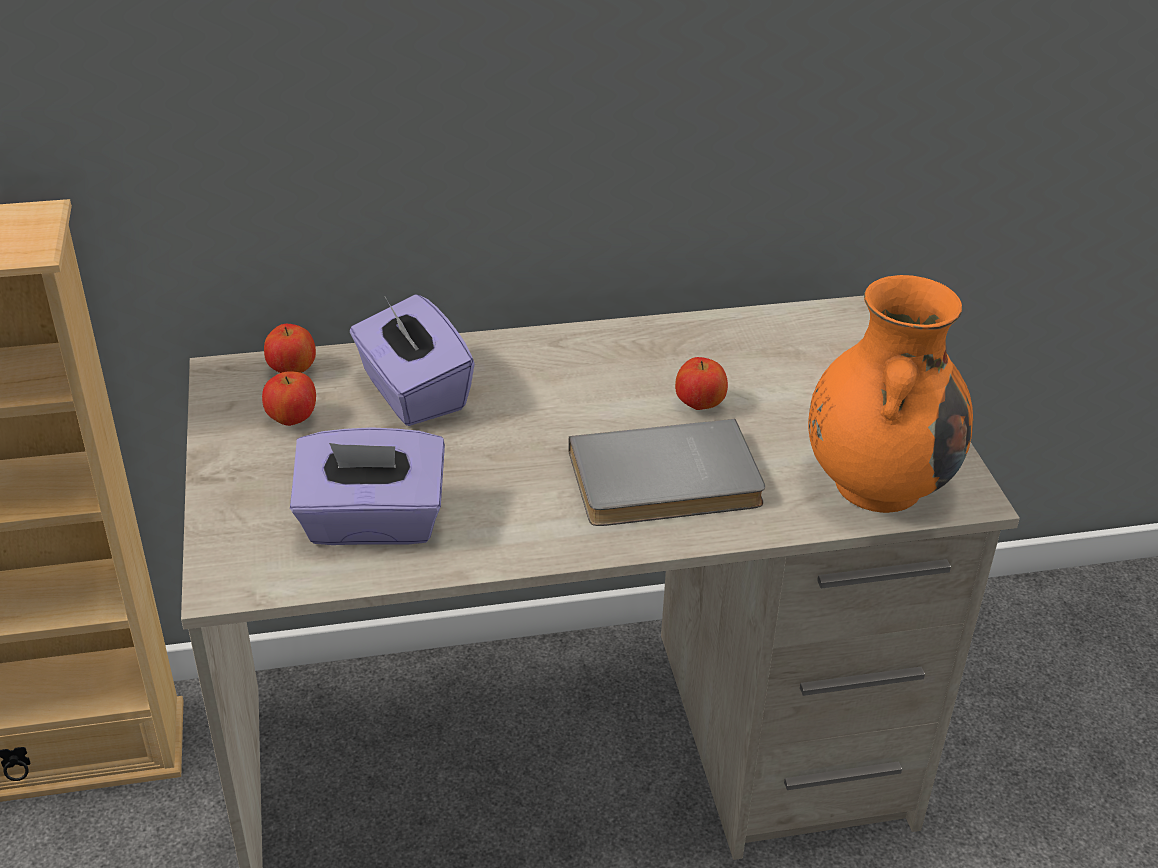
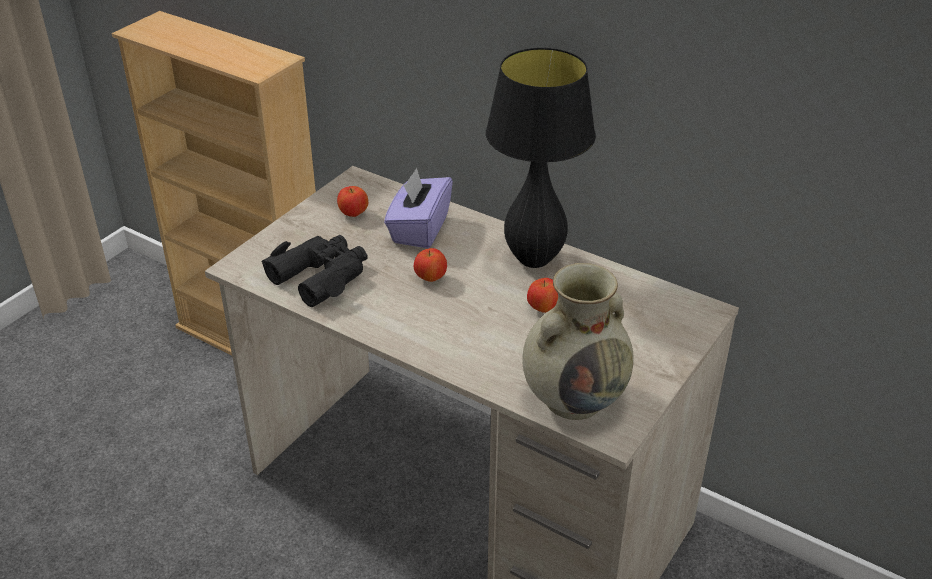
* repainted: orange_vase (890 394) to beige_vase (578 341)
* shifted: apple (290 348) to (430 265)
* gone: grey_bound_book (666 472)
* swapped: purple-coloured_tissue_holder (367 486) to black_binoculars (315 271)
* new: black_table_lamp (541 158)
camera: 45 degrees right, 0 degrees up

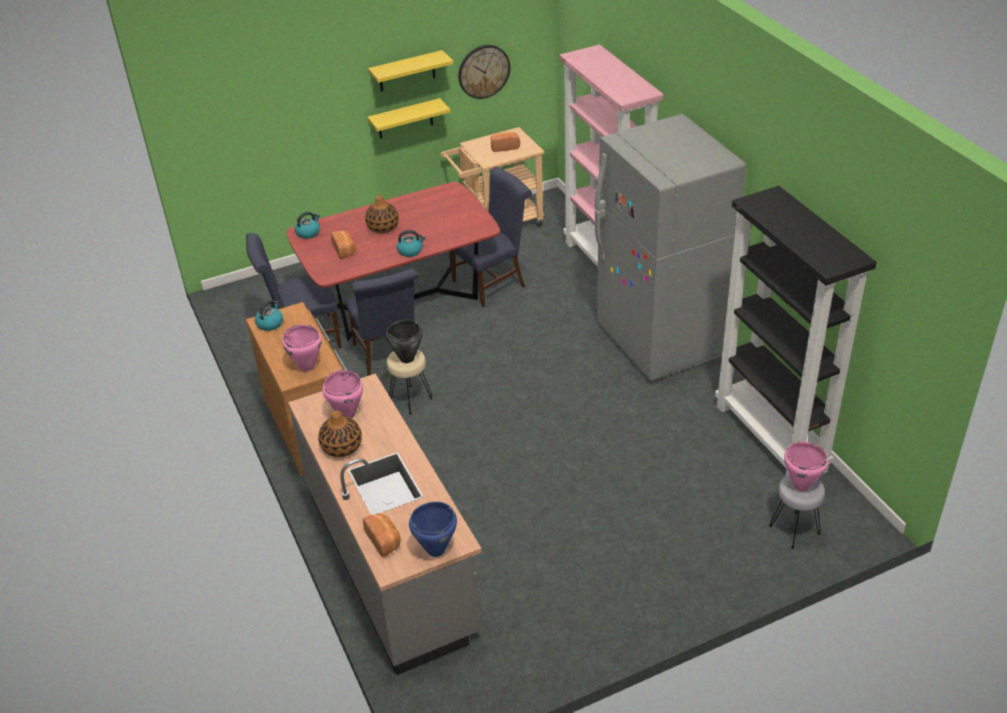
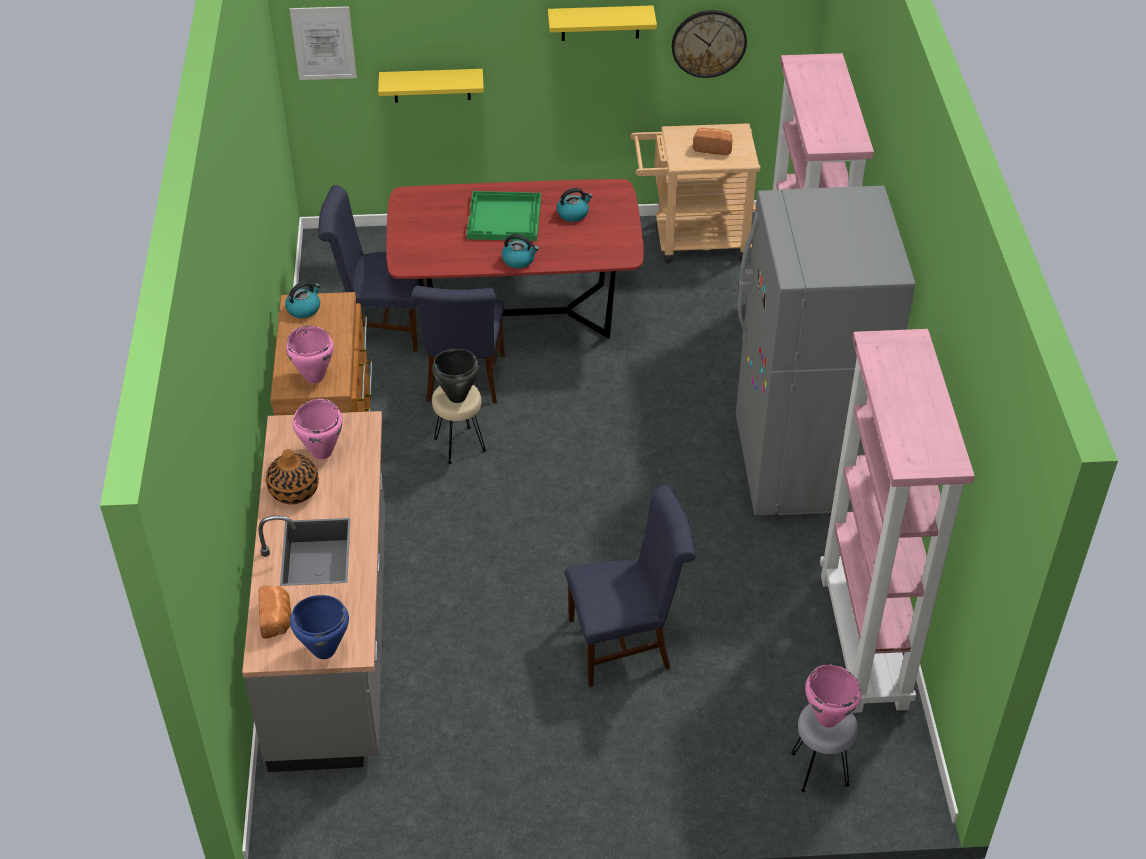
* shifted: yellowish_shelf (409 118) to (431 86)
* shifted: blue_upright_chair (490 237) to (630 585)
* repainted: black_bookshelf (796 331) to pinkish_bookshelf (897 521)
* swapped: vase (382 214) to green-coloured_carrying_tray (504 216)
* shifted: water_kettle (307 225) to (574 205)
* gone: baked_bread (343 244)
* new: wall_picture (323 43)
camera: 20 degrees right, 5 degrees up

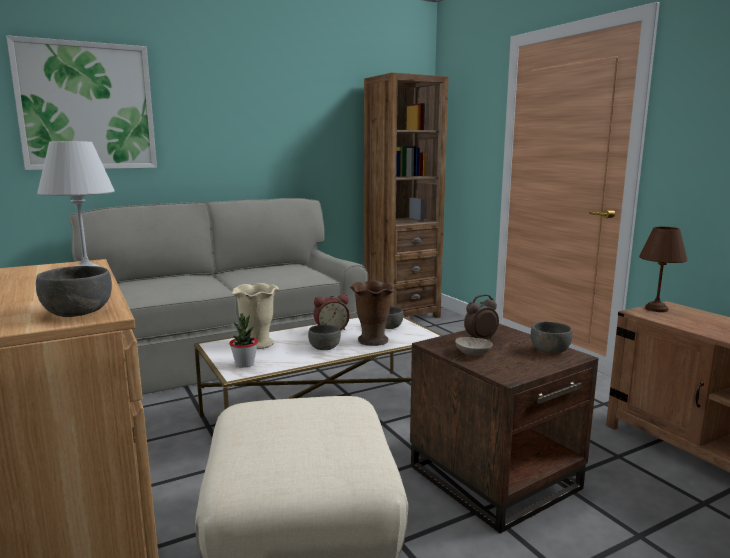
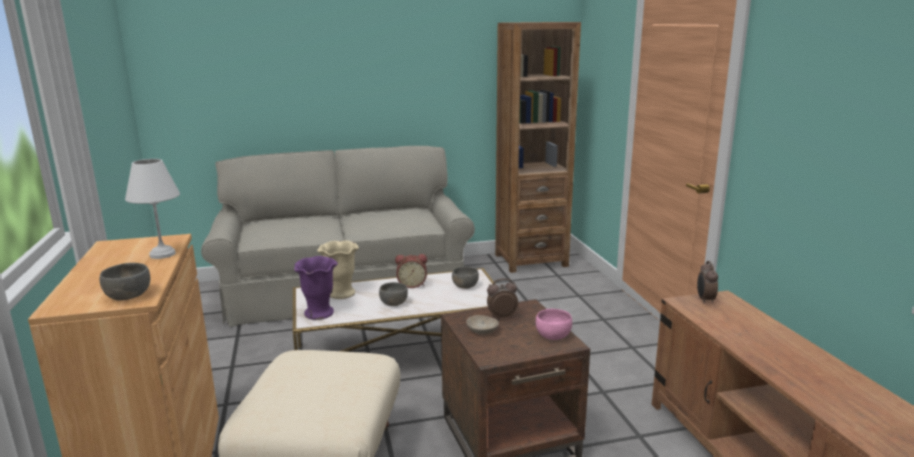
* gone: wall_picture (81 102)
* swapped: brown_table_lamp (663 269) to table_clock (707 282)
* gone: brown_vase (373 313)
* swapped: plant_in_a_pot (243 340) to purple-coloured_vase (316 288)
* repainted: grey_deep_dish (551 338) to pinkish_deep_dish (554 324)
camera: 15 degrees right, 5 degrees up

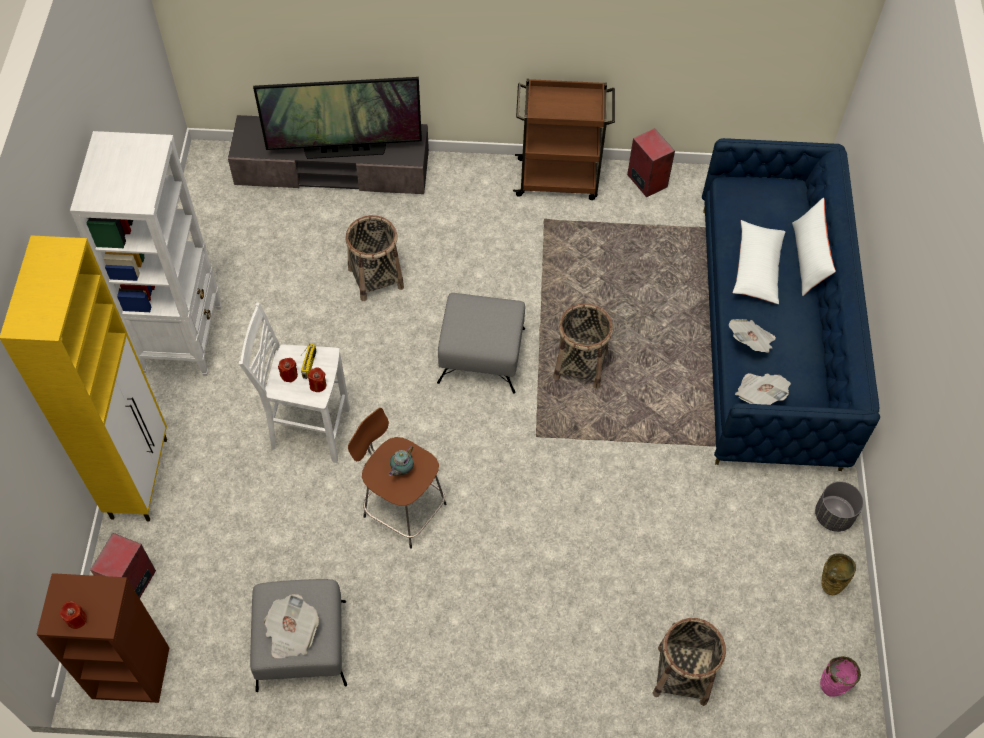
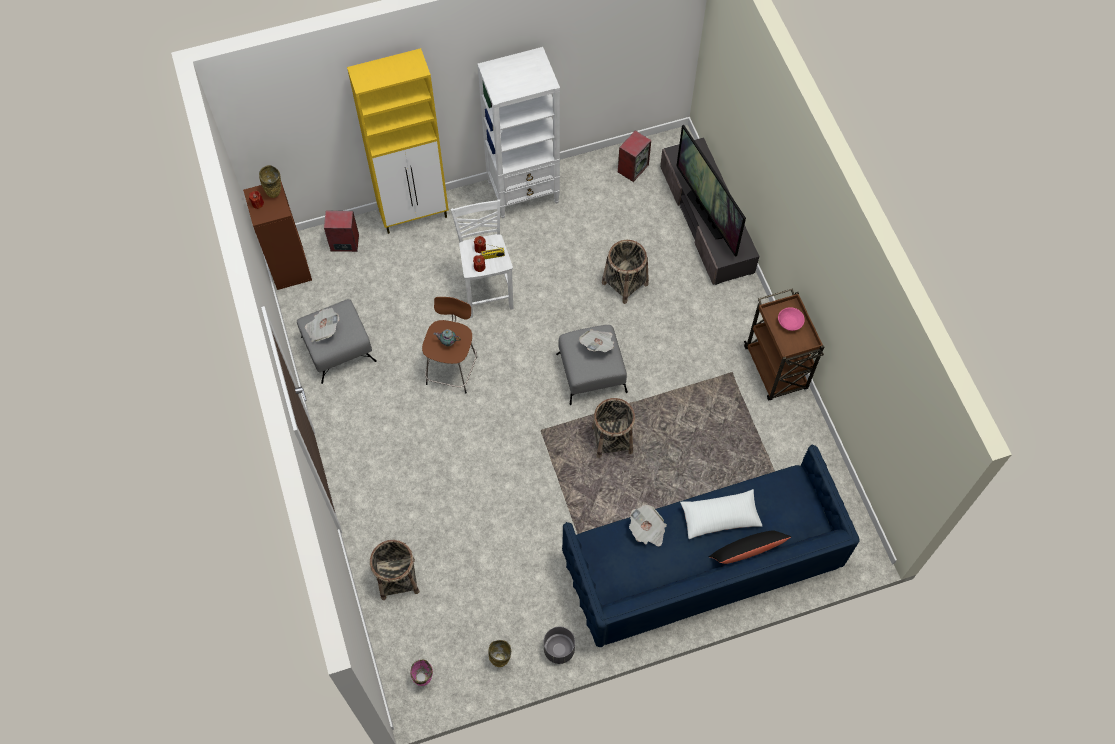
* shifted: speaker (651 162) to (634 156)
* repainted: white-coloured_cushion (814 246) to black_cushion (750 547)
* shifted: newspaper (763 389) to (596 340)
* new: beige_vase (270 181)
* new: pinkish_deep_dish (791 319)
camera: 70 degrees right, 5 degrees up

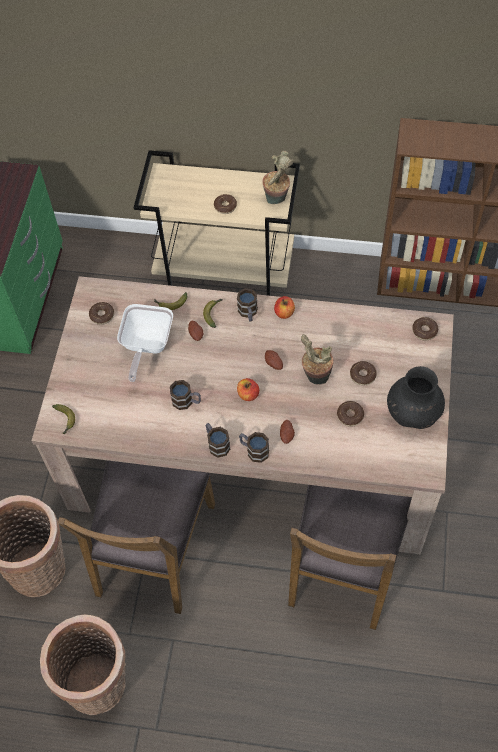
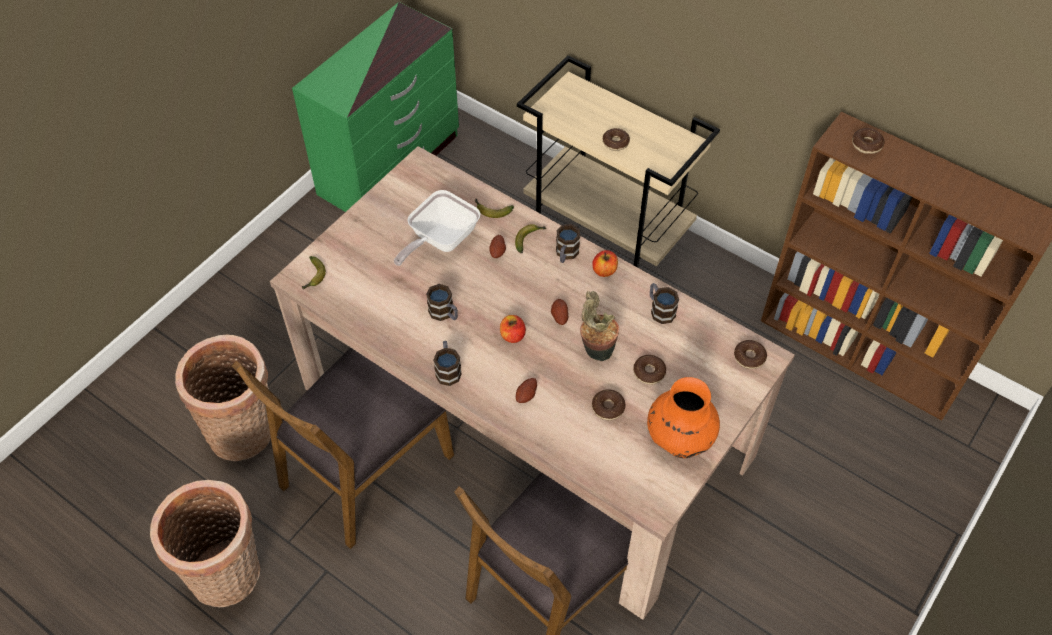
* gone: plant_in_a_pot (277 177)
* shifted: ring_doughnut (101 313) to (868 141)
* repainted: black_vase (416 397) to orange_vase (683 417)
* shifted: mug (254 447) to (664 303)
camera: 25 degrees right, 5 degrees down

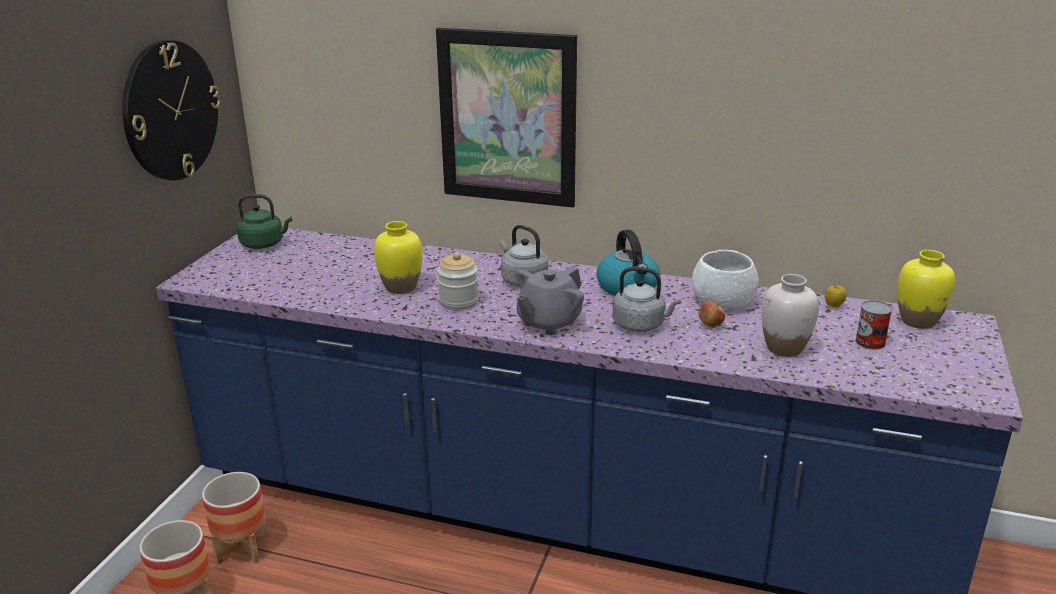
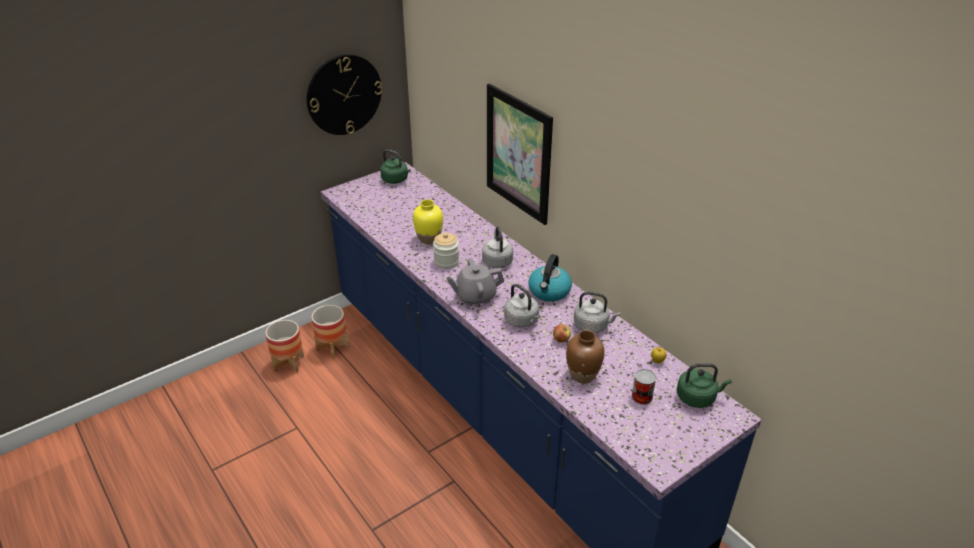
* swapped: white-coloured_deep_dish (725 279) to grey_water_kettle (597 312)
* swapped: yellowish_vase (926 289) to green-coloured_water_kettle (704 385)
* repainted: white-coloured_vase (790 315) to brown_vase (585 357)
camera: 35 degrees right, 10 degrees up

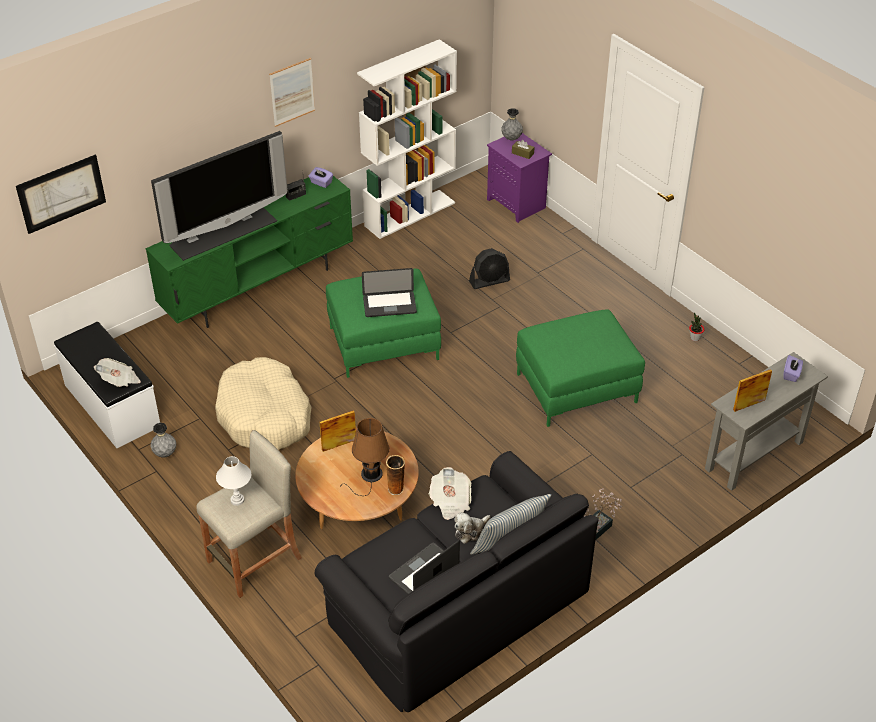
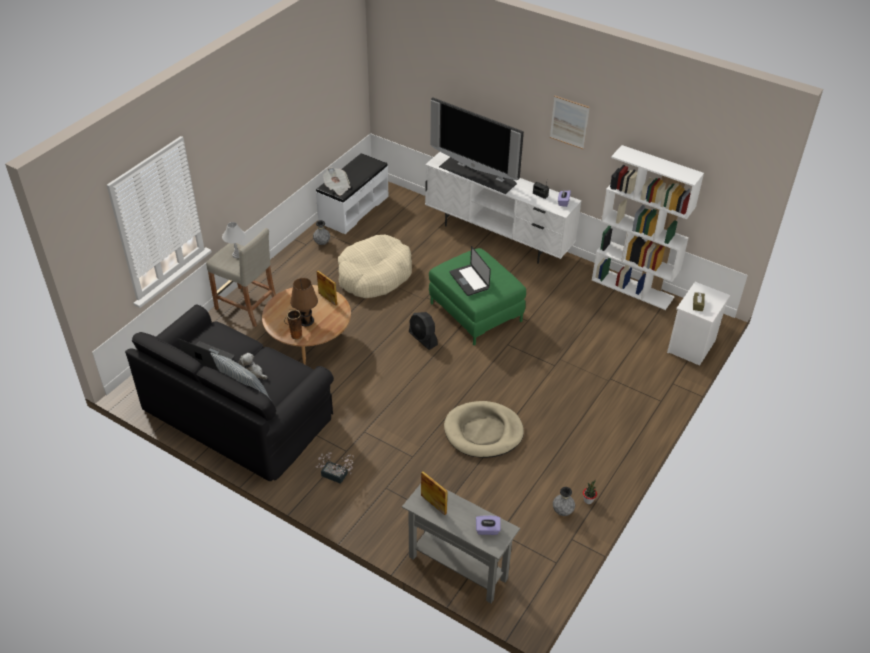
* shifted: grey_vase (512 124) to (564 501)
* repainted: purple-coloured_nightstand (519 178) to white-coloured_nightstand (698 324)
* gone: wall_picture (61 194)
* repainted: green-coloured_media_console (249 252) to white-coloured_media_console (503 208)
* shifted: black_electric_fan (489 268) to (423 331)
* swapped: green-coloured_footrest (580 368) to beige_dog_cushion (484 429)
* gone: newspaper (450 493)
camera: 70 degrees right, 0 degrees up

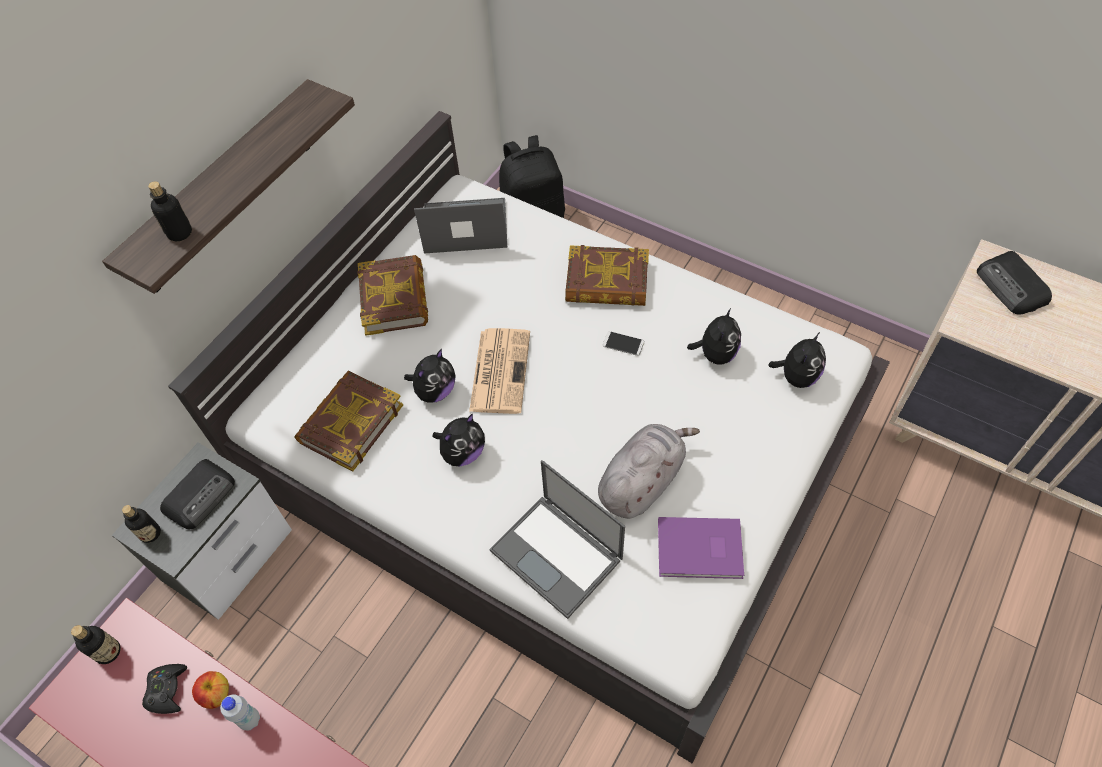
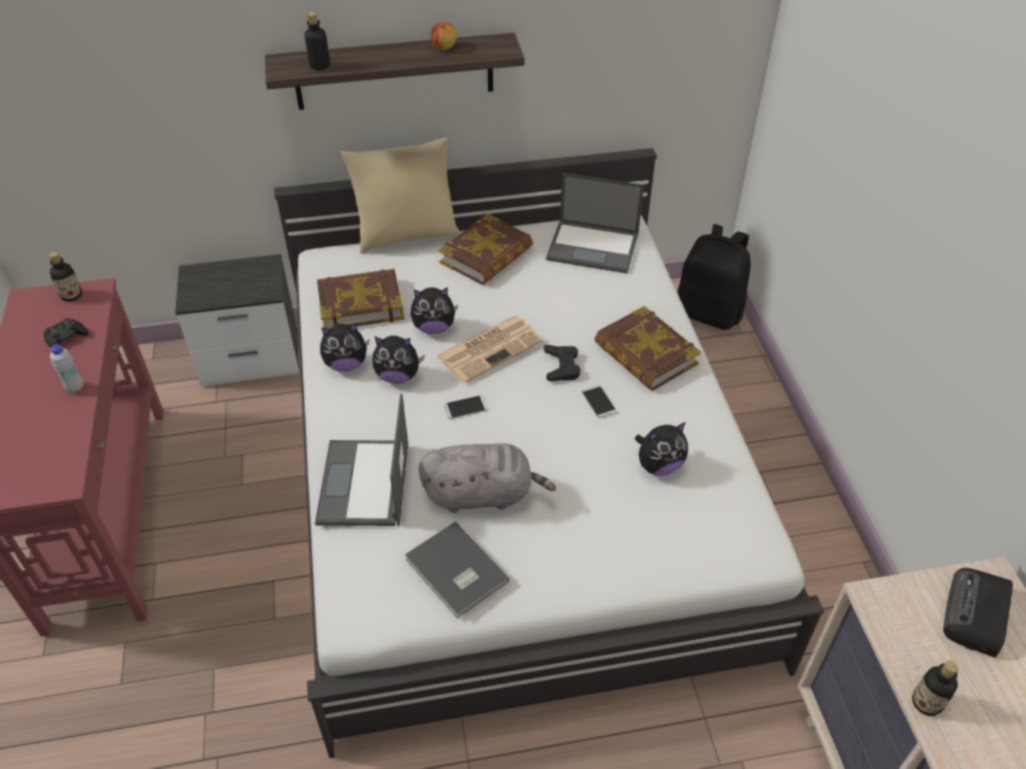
* rotated: laptop (460 225) = (595 223) 150 degrees clockwise
* shifted: plush_toy (797 360) to (344 347)
* gone: radio_receiver (197 494)
* shifted: beverage_bottle (141 524) to (935 688)
* repainted: purple-coloured_bound_book (701 548) to grey_bound_book (457 570)
* shifted: apple (210 690) to (444 36)
* new: beige_cushion (400 195)
* new: black_game_controller (562 363)
* new: handset (466 407)
camera: 45 degrees right, 10 degrees down

